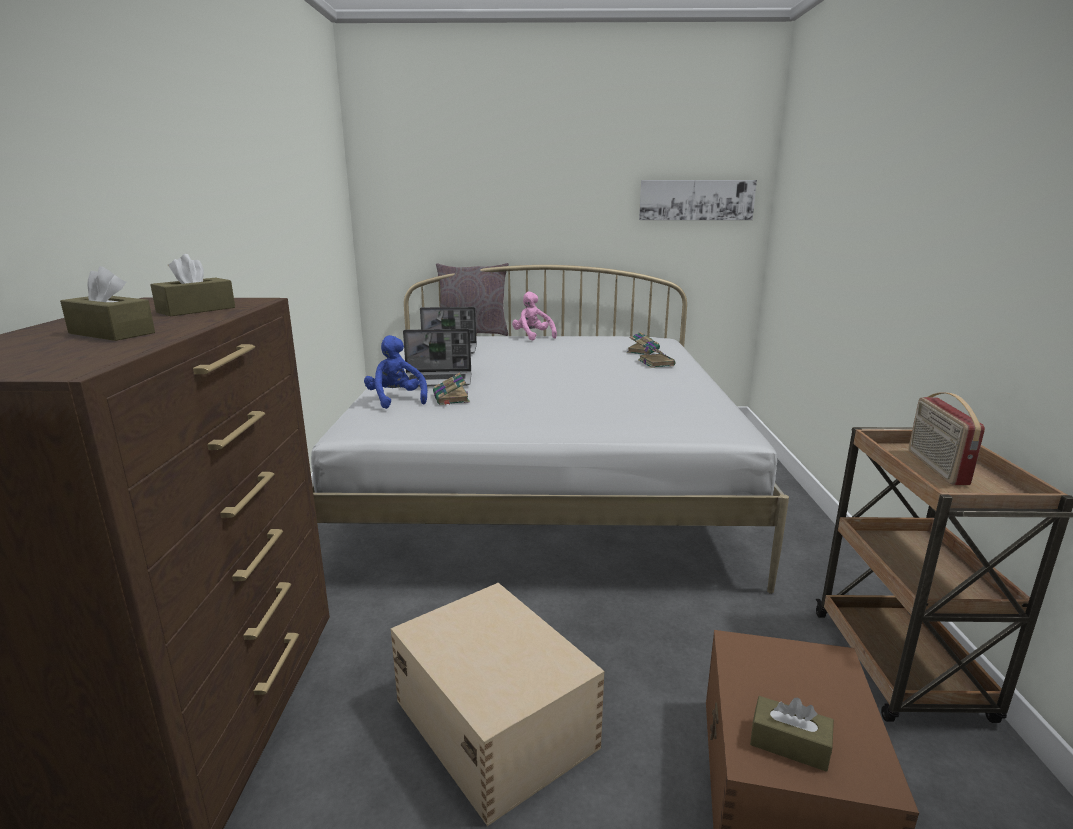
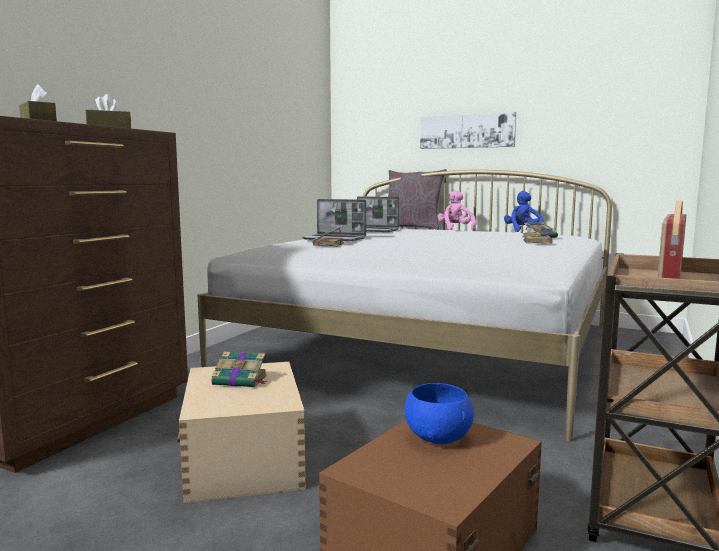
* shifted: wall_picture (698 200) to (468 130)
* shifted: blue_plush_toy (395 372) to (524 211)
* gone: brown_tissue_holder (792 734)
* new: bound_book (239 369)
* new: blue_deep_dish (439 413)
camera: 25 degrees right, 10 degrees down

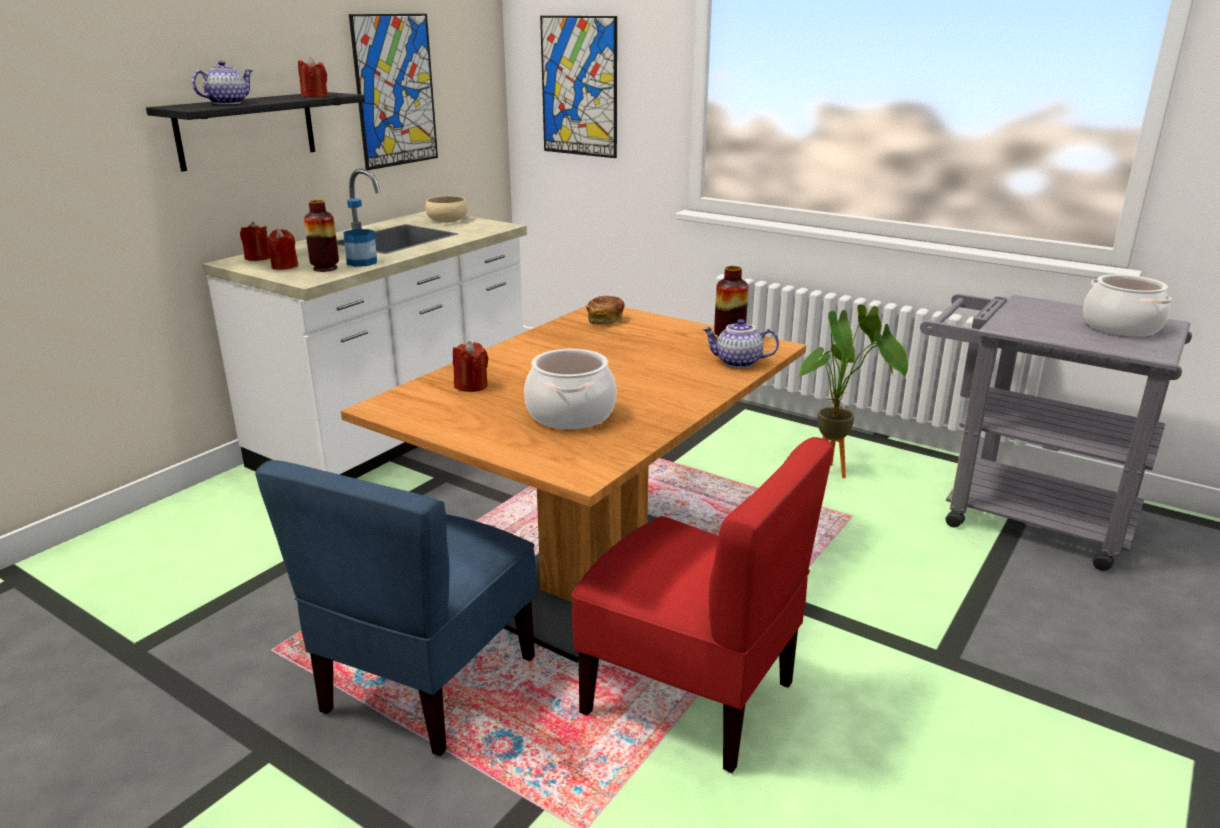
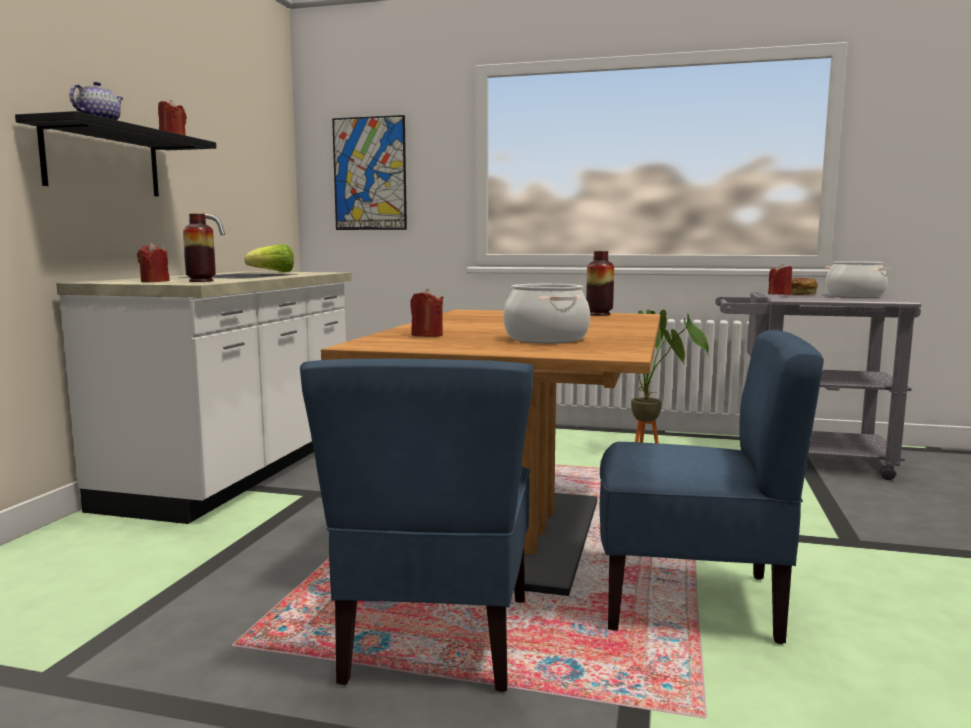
* gone: wall_picture (393 92)
* swapped: beige_deep_dish (446 209) to head_of_lettuce (269 258)
* gone: beverage_bottle (360 232)
* shifted: reddish_wax_light (255 241) to (780 279)
* shifted: baked_bread (605 310) to (804 286)
* gone: pot_for_tea (740 343)
* repainted: reddish_upright_chair (702 605) to blue_upright_chair (712 487)
camera: 20 degrees left, 15 degrees down

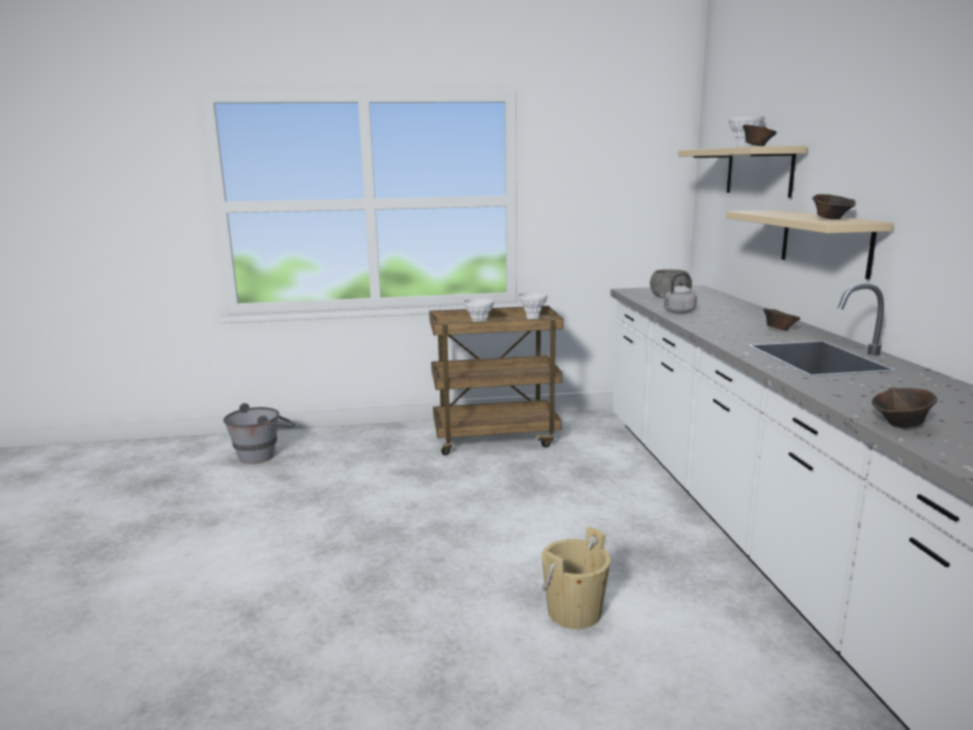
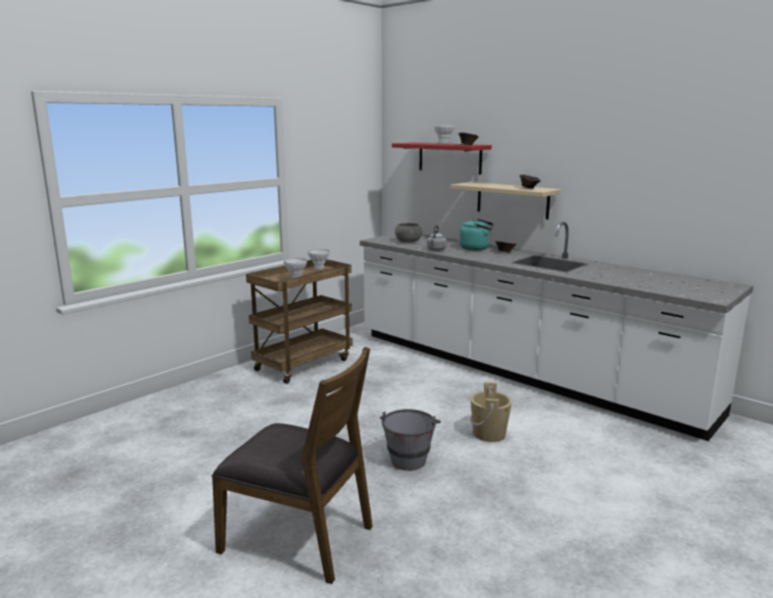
* repainted: beige_shelf (743 171) to reddish_shelf (442 158)
* gone: brown_deep_dish (904 407)
* shifted: grey_bucket (259 433) to (410 440)
* new: turquoise_water_kettle (476 234)
* new: brown_upright_chair (292 465)
camera: 40 degrees left, 0 degrees up

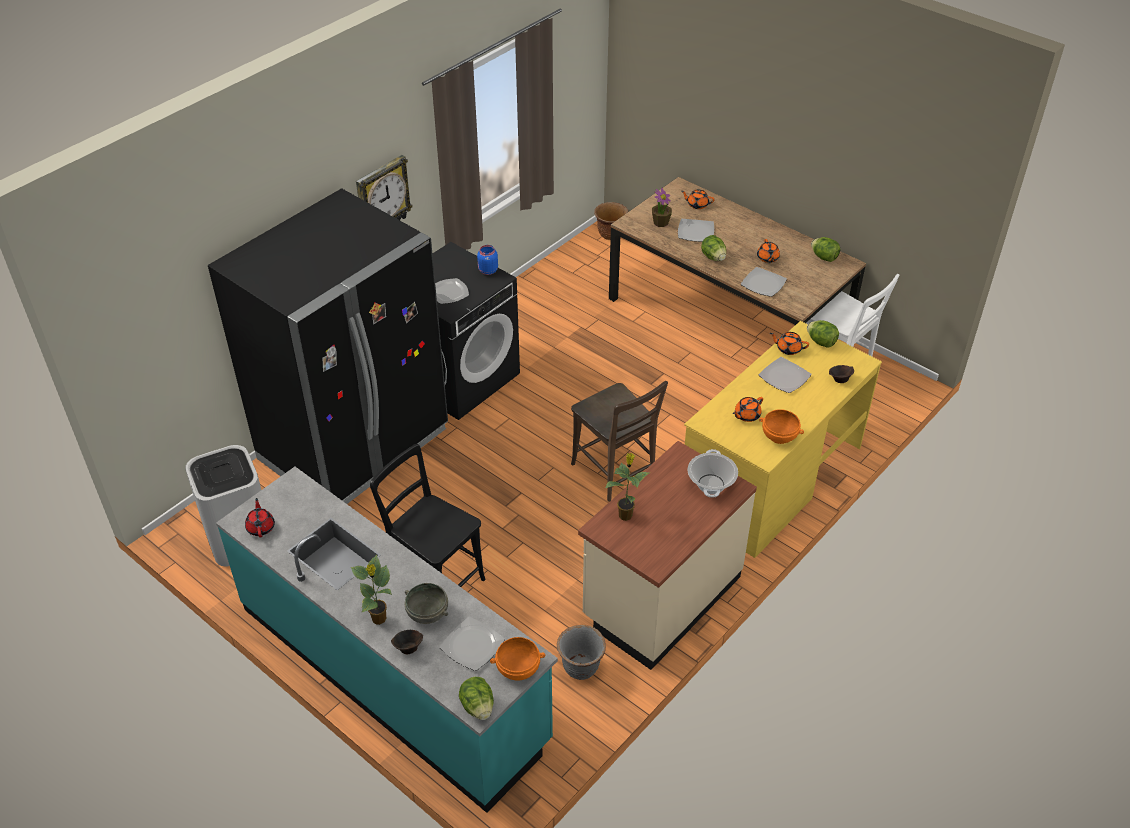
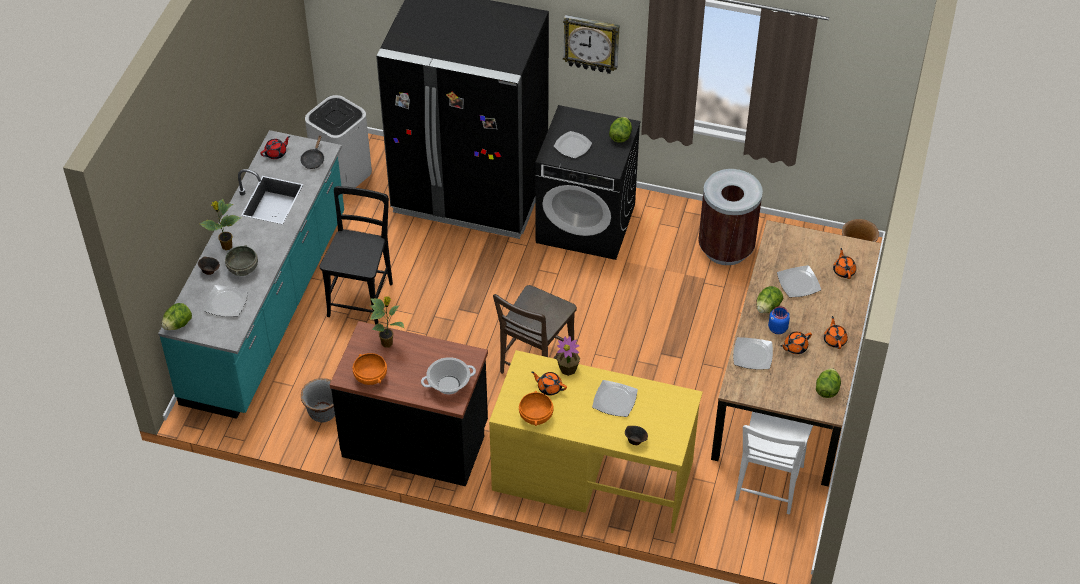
* shifted: plant_in_a_pot (662 207) to (568 356)
* shifted: blue_storage_jar (487 260) to (779 320)
* shifted: head_of_lettuce (823 334) to (620 130)
* shifted: orange_pot_for_tea (789 343) to (836 332)
* repainted: beige_counter (667 555) to black_counter (409 403)
* shifted: orange_deep_dish (517 659) to (370 369)
* new: black_frying_pan (312 152)
* new: brown_rubbish_bin (730 217)
camera: 65 degrees right, 5 degrees up

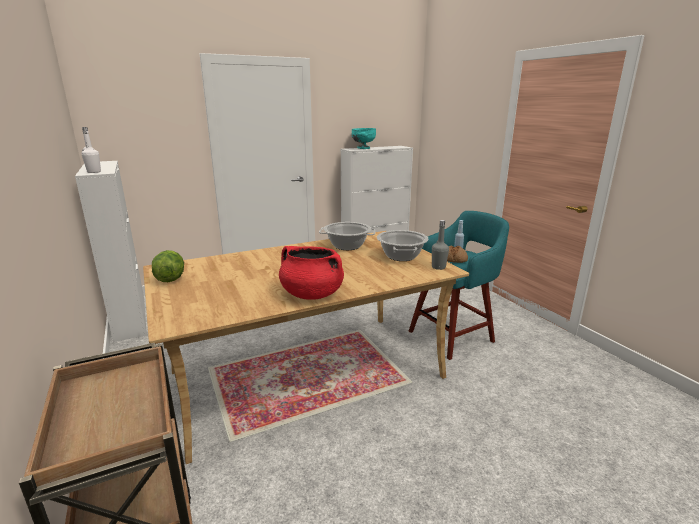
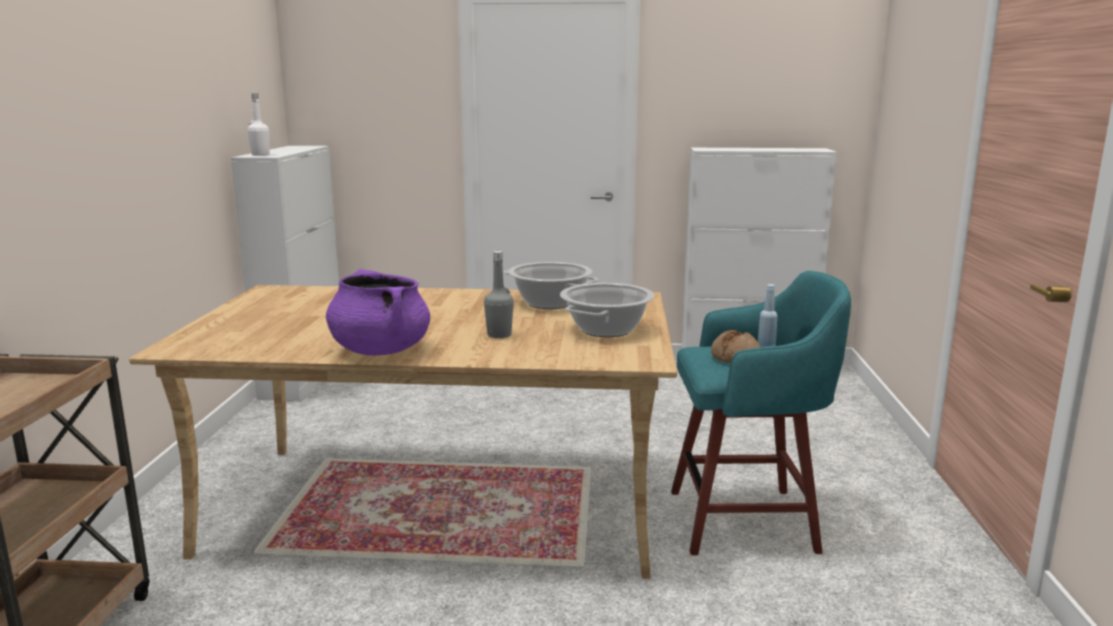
* gone: turquoise_deep_dish (363 138)
* shifted: grey_beverage_bottle (440 245) to (499 294)
* repainted: reddish_saucepot (311 273) to purple-coloured_saucepot (378 312)
* gone: head_of_lettuce (168 266)
camera: 30 degrees right, 5 degrees down

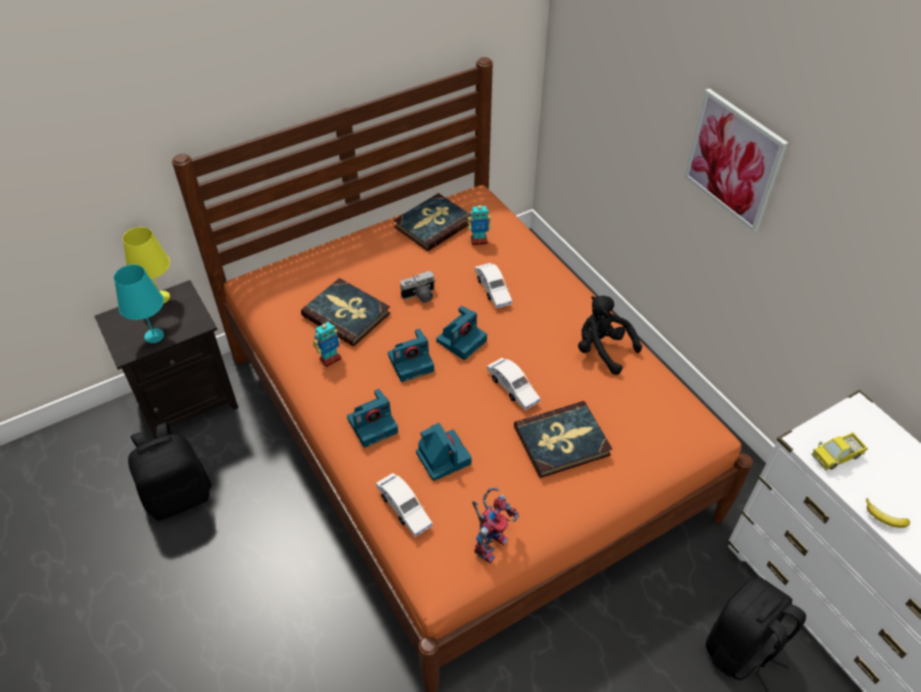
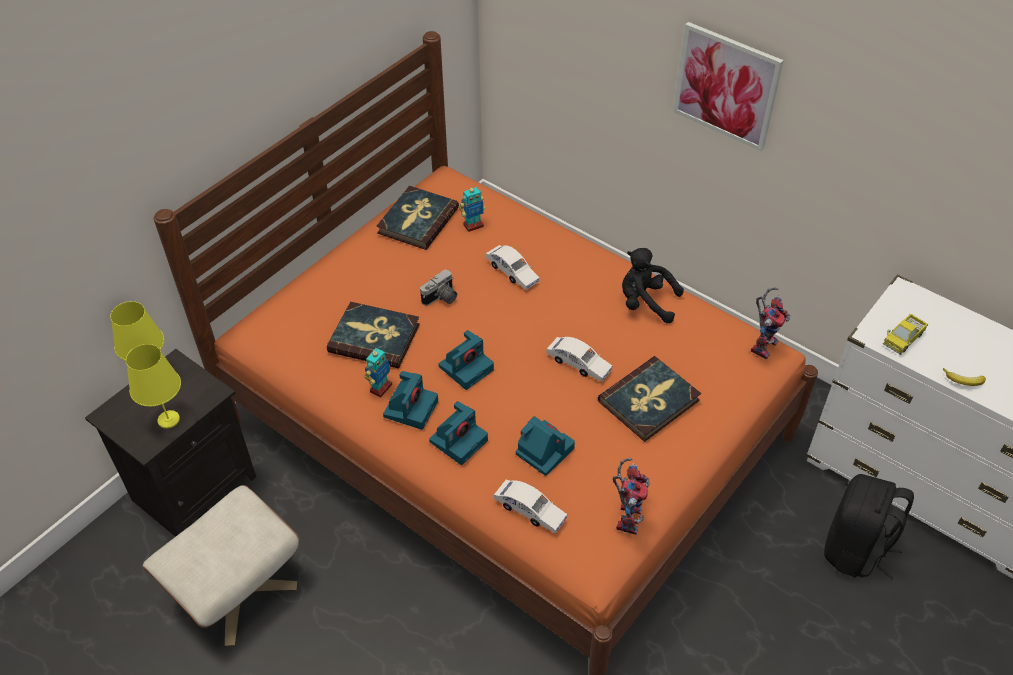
* repainted: turquoise_table_lamp (139 304) to yellowish_table_lamp (153 386)
* shifted: photo_camera (461 333) to (410 400)
* swapped: black_knapsack (170 471) to beige_footrest (221 566)
* new: robot_figure (771 323)
camera: 20 degrees left, 0 degrees up

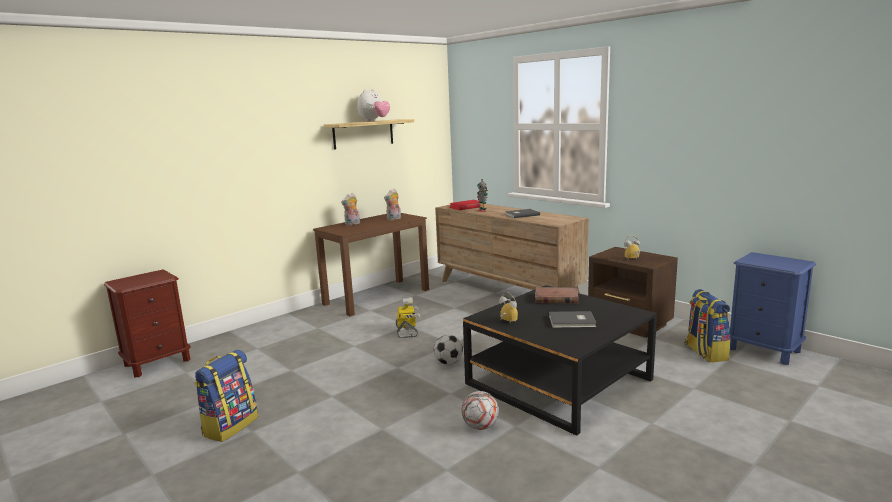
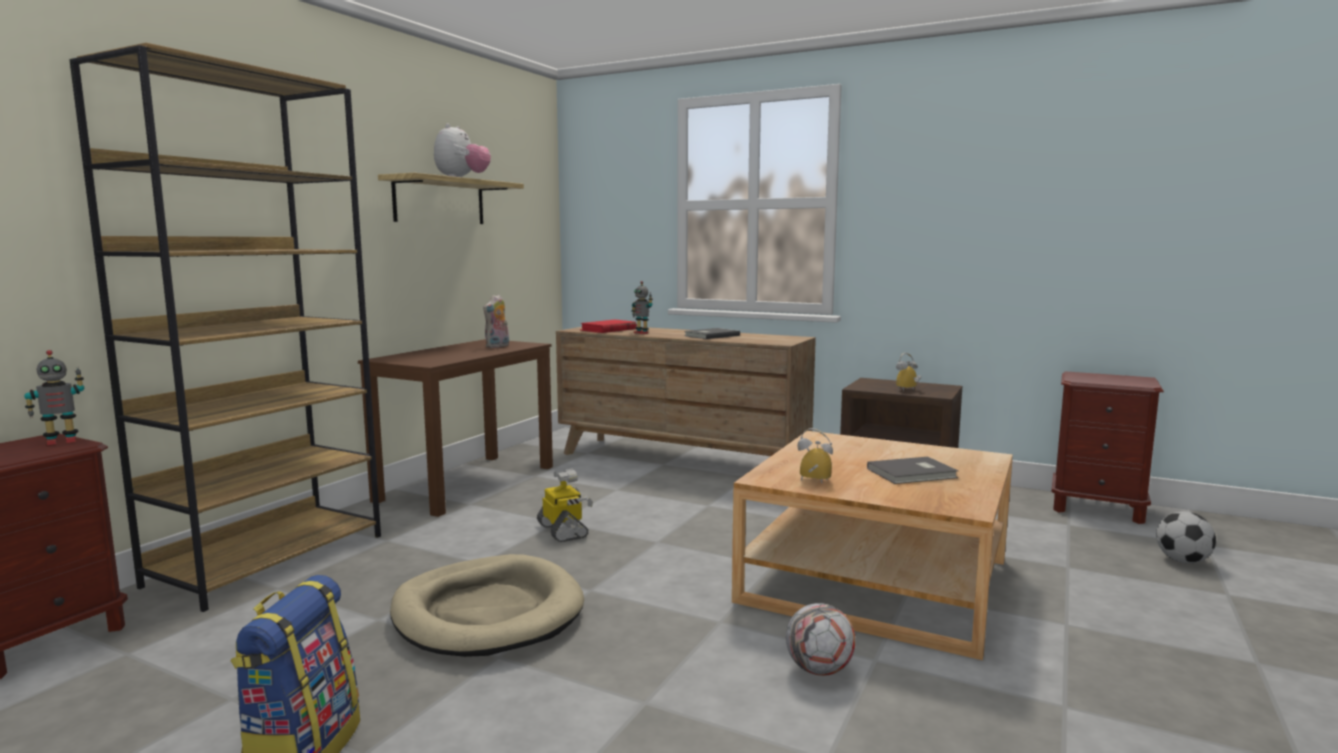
* gone: plush_toy (350 209)
* repainted: blue_nightstand (773 308) to brown_nightstand (1107 447)
* repainted: black_low_table (560 360) to beige_low_table (872 545)
* gone: brown_bound_book (557 295)
* gone: knapsack (707 325)
* shifted: football (448 350) to (1186 537)
* new: brown_bookshelf (225 327)
* new: robot_figure (54 397)
* new: beige_dog_cushion (487 605)
camera: 20 degrees left, 5 degrees down

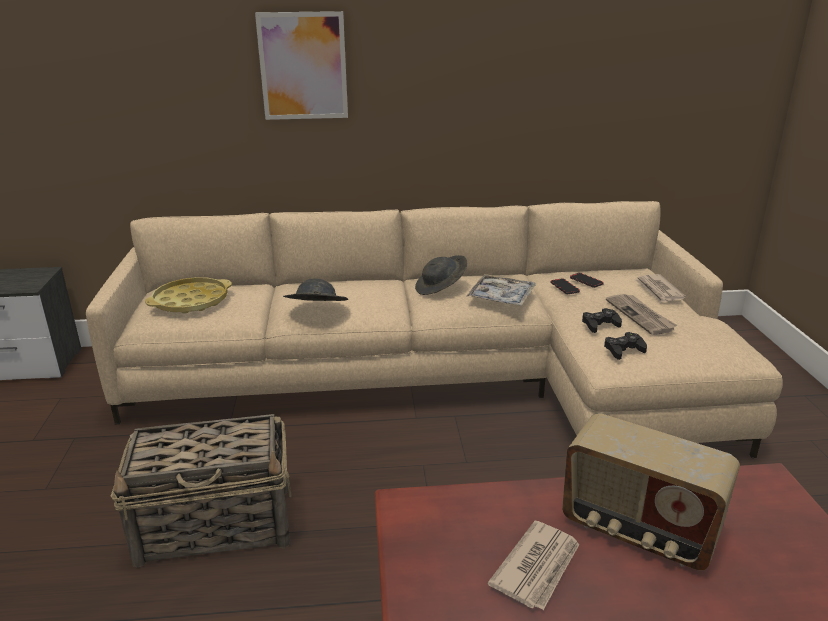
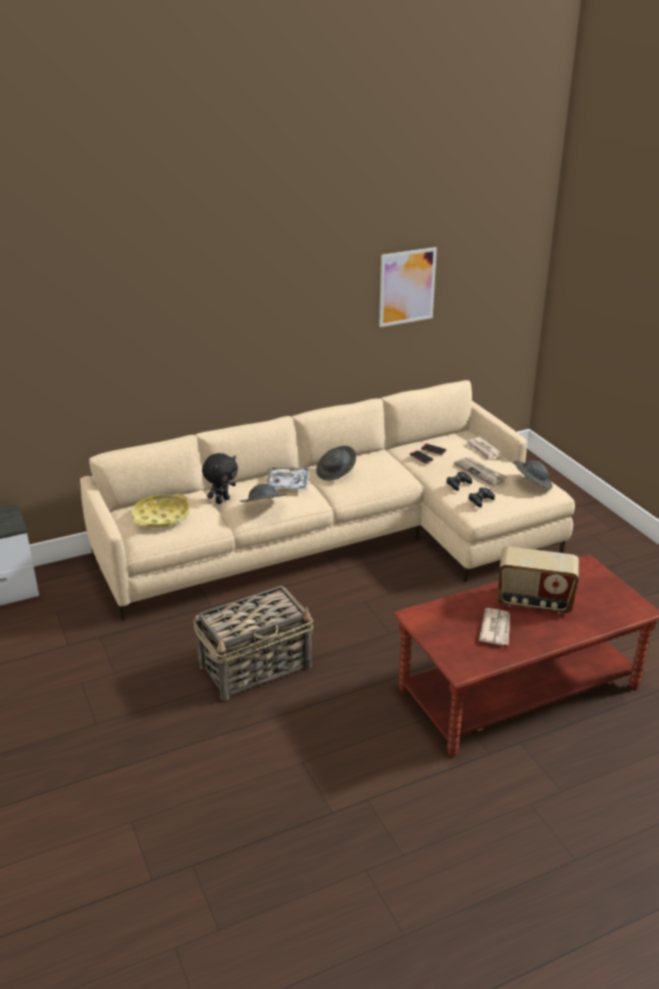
* shifted: wall_picture (301 65) to (408 287)
* shifted: carrying_tray (501 290) to (288 478)
* new: black_plush_toy (220 478)
* new: grey_hat (533 474)
camera: 20 degrees left, 5 degrees up

